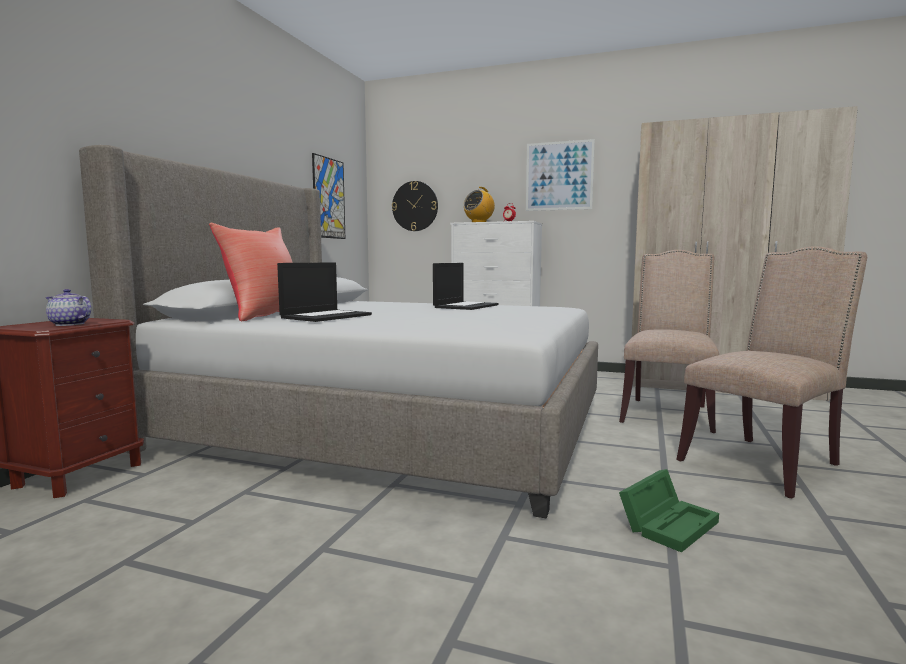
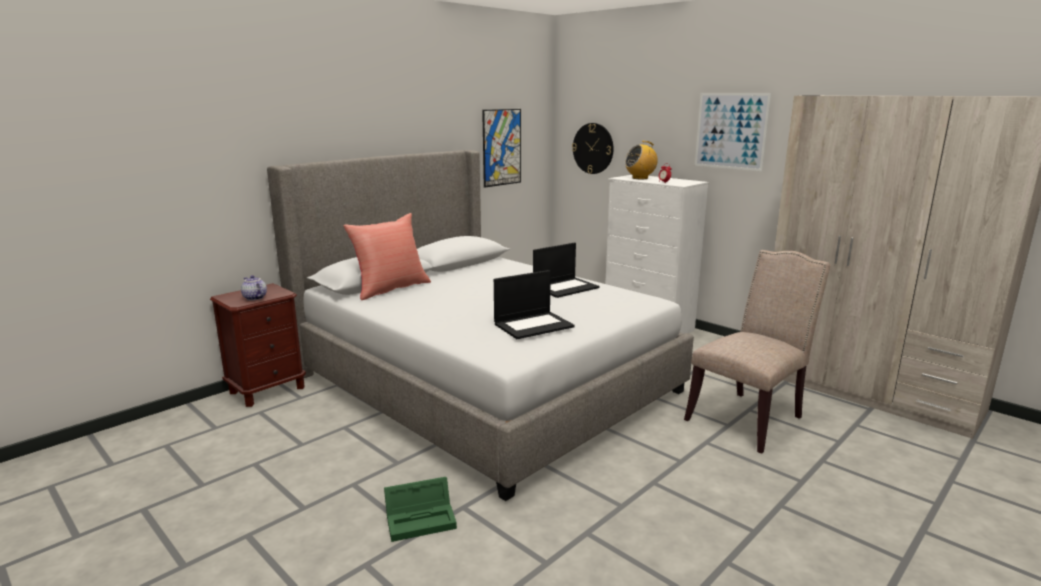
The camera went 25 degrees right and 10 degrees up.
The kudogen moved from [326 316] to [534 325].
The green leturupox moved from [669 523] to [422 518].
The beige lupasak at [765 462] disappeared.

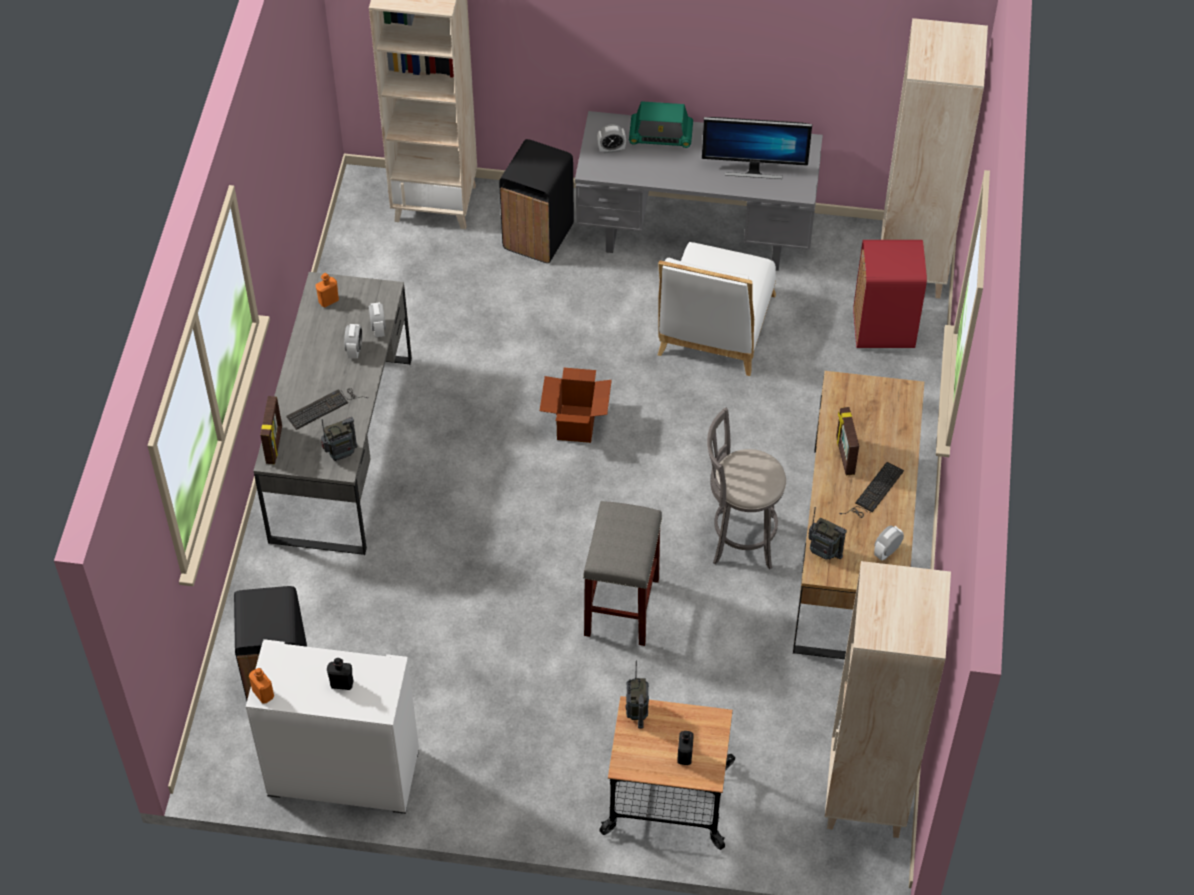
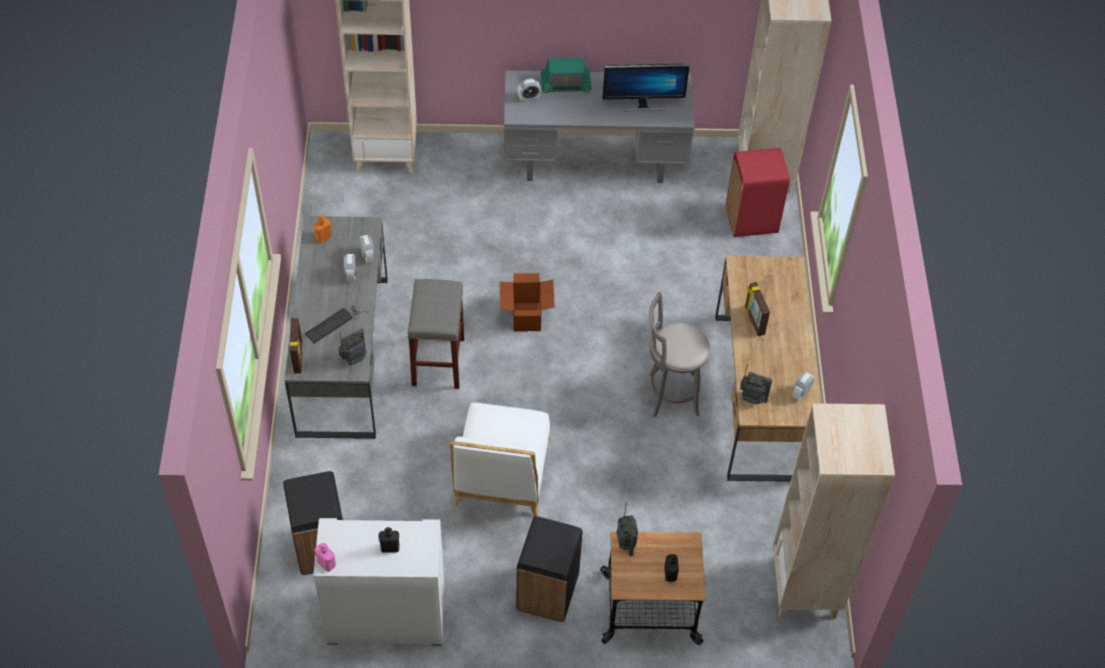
The camera went 10 degrees left and 0 degrees up.
The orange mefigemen at [263 694] became the pink mefigemen at [326 563].
The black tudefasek moved from [537 237] to [547 593].
The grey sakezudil moved from [622 608] to [438 362].
The white lupasak moved from [714 331] to [501 478].
The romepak at [874 492] disappeared.

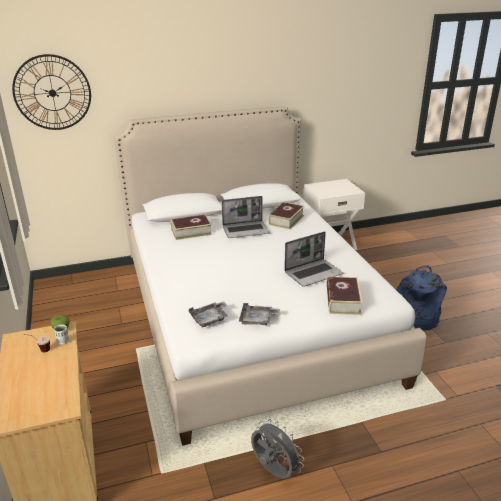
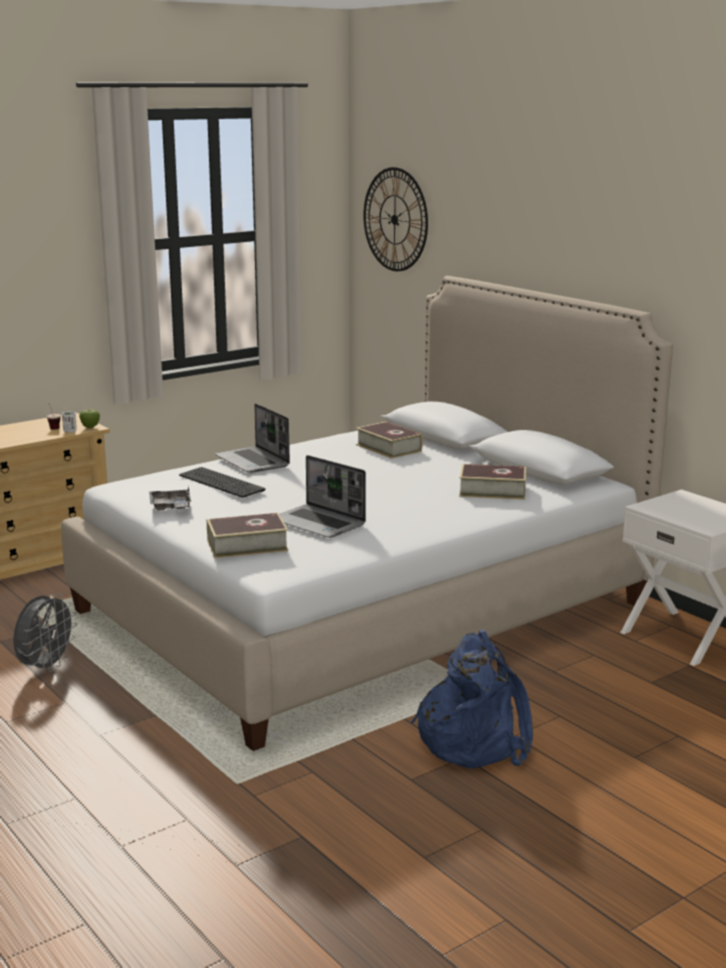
The camera went 70 degrees right and 10 degrees down.
The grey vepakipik at [210 319] disappeared.
The kudogen moved from [246 230] to [253 461].
The romepak at [223 482] appeared.

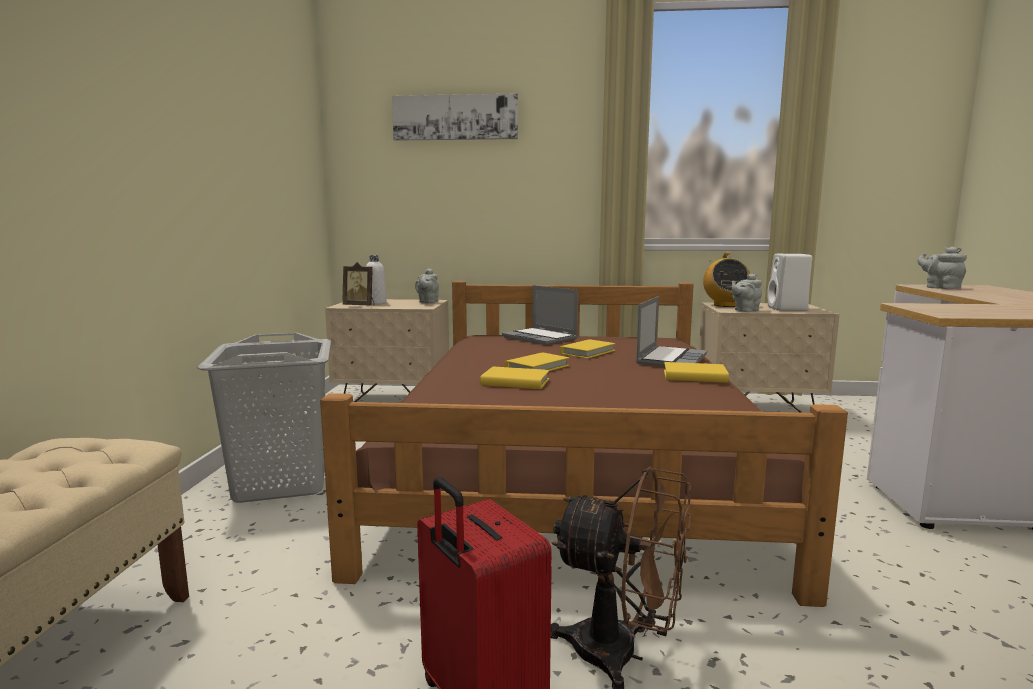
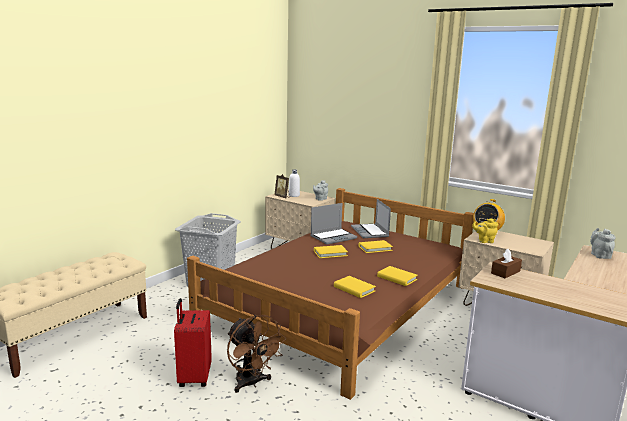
The camera went 30 degrees right and 5 degrees up.
The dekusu at [455 117] disappeared.
The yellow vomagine moved from [515 382] to [354 289].
The kudogen moved from [671 359] to [333 237].
The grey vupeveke at [745 310] became the yellow vupeveke at [484 241].
The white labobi at [788 309] disappeared.
The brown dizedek at [505 272] appeared.

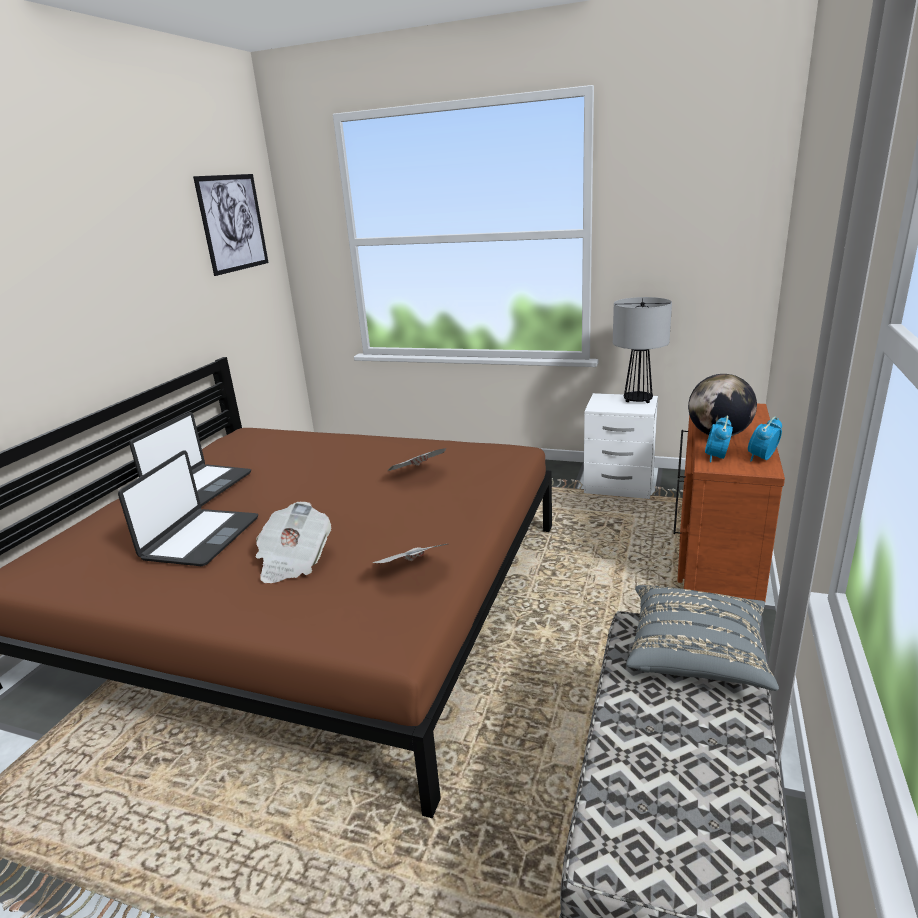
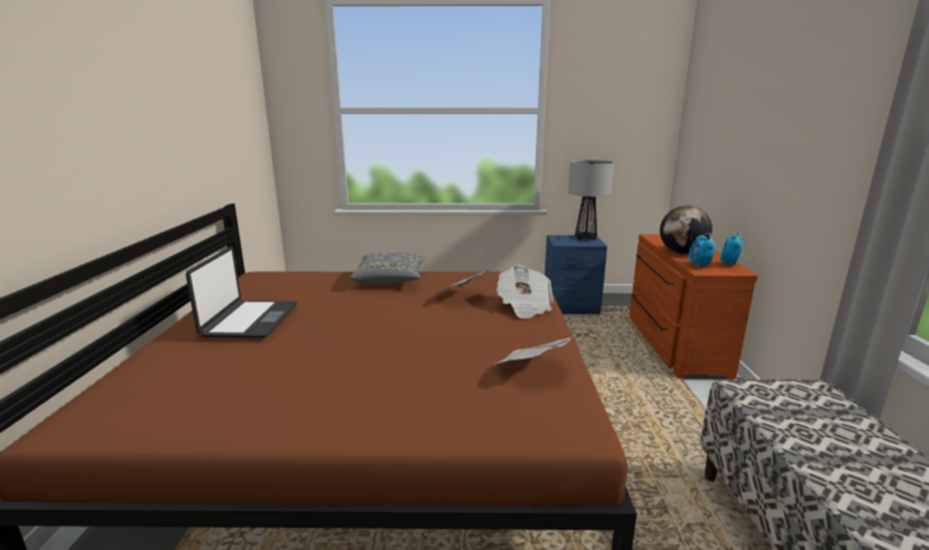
The camera went 20 degrees left and 5 degrees down.
The kudogen at [200 538] disappeared.
The dekusu at [233 223] disappeared.
The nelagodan moved from [293 561] to [524 306].
The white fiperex at [620 486] became the blue fiperex at [572 307].
The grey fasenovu moved from [696 654] to [390 280].

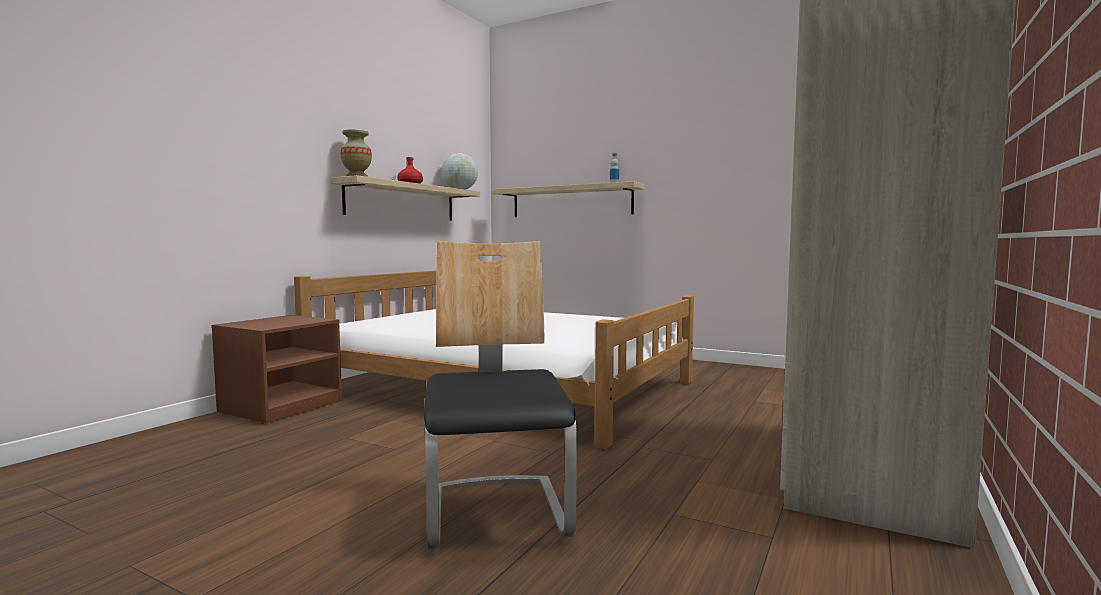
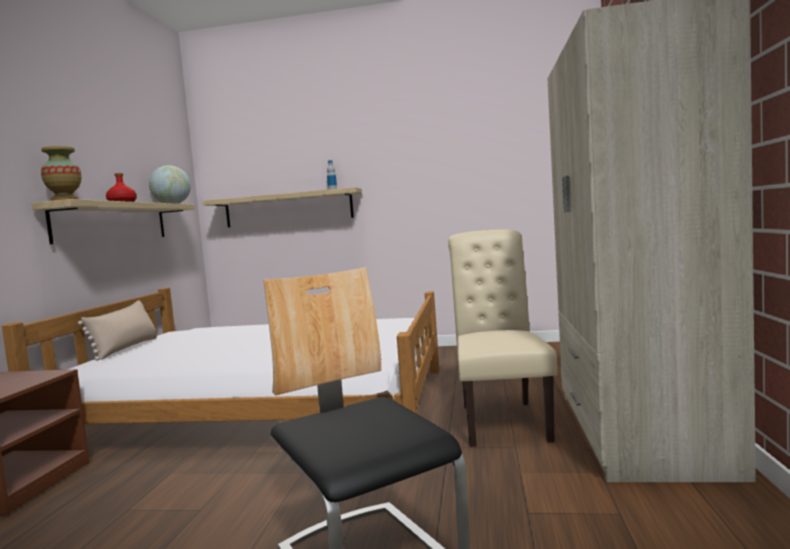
The camera went 20 degrees left and 0 degrees up.
The beige fasenovu at [125 348] appeared.
The beige lupasak at [501 419] appeared.

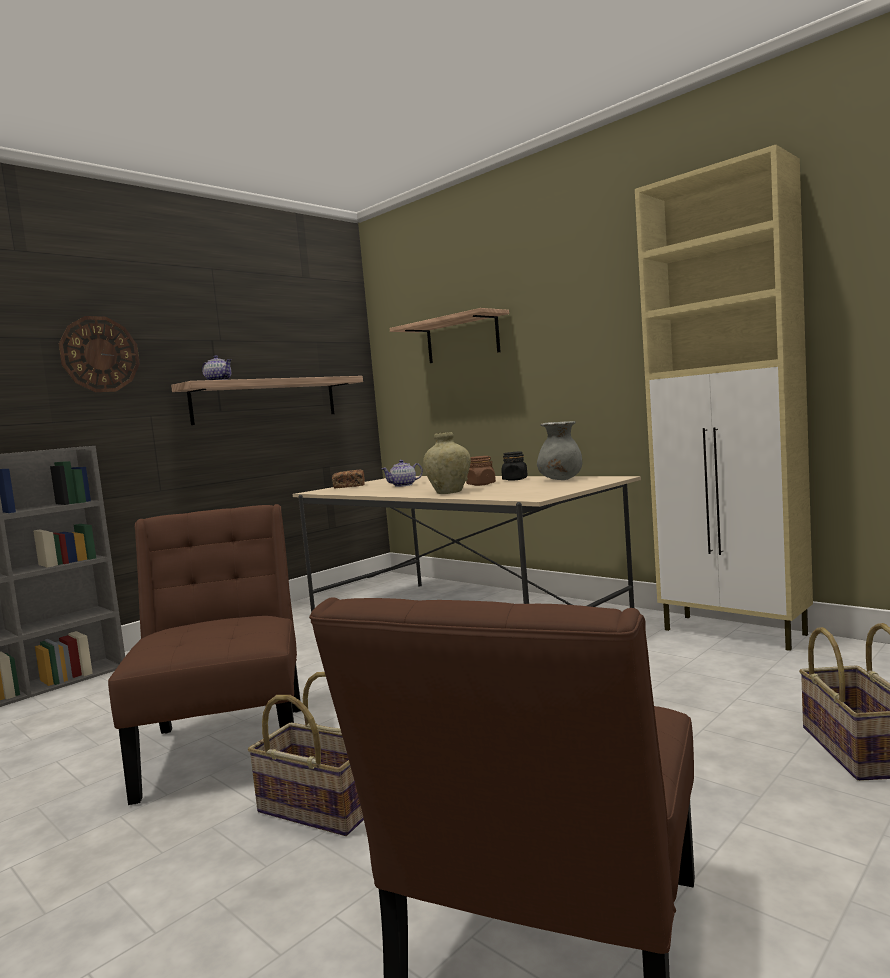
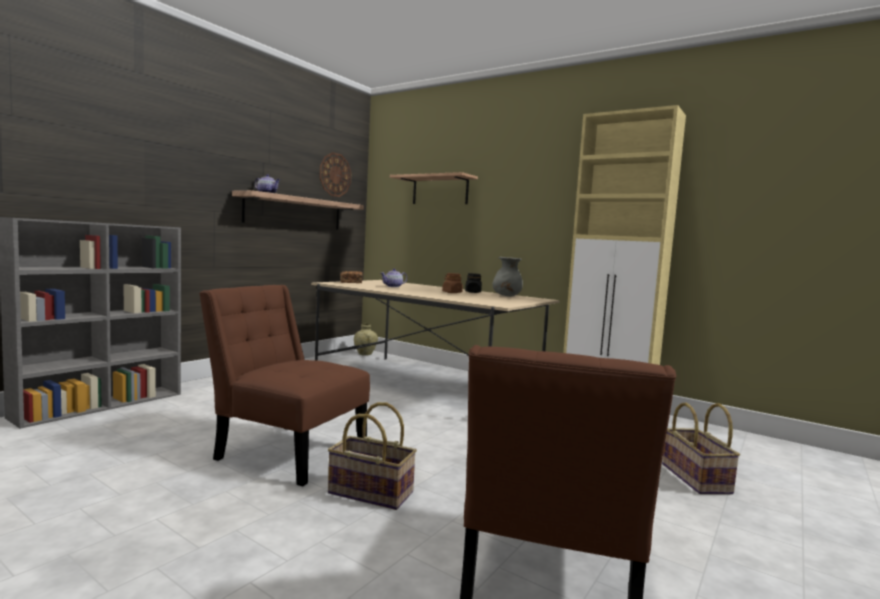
The camera went 10 degrees left and 0 degrees up.
The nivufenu moved from [100 354] to [335 174].
The brown lupasak at [228 745] turned 45 degrees counterclockwise.
The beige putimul moved from [449 492] to [365 354].

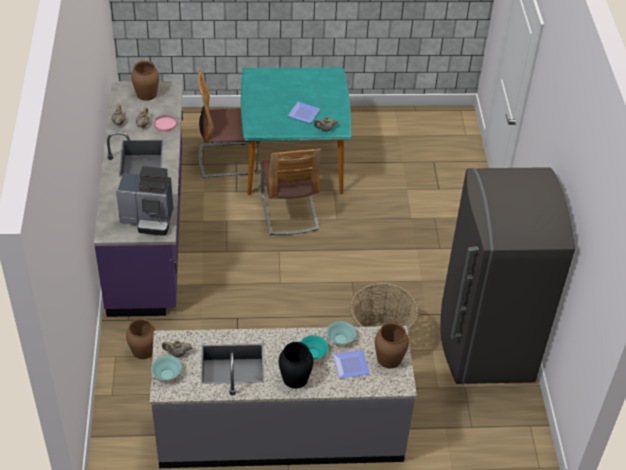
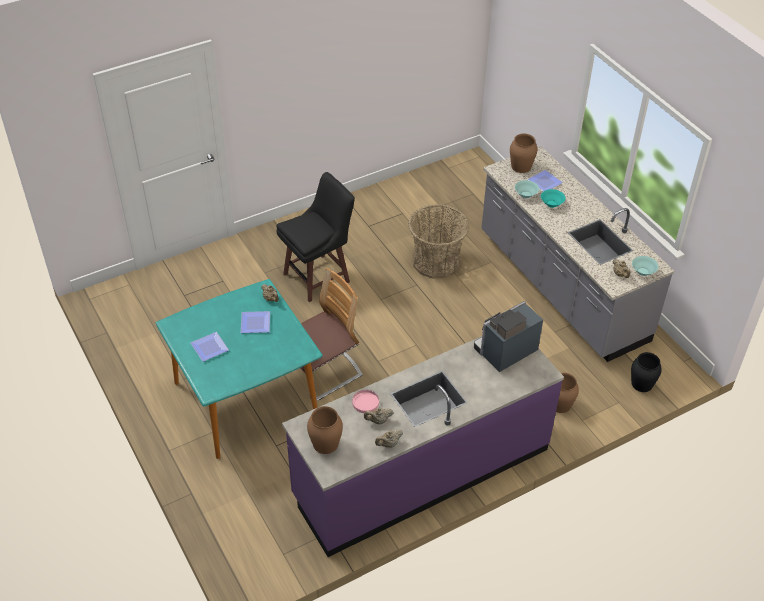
The camera went 115 degrees left and 0 degrees up.
The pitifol at [148 219] turned 105 degrees counterclockwise.
The lupasak at [228 160] disappeared.
The black putimul moved from [295 378] to [642 384].
The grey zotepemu at [485 344] disappeared.
The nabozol at [211 348] appeared.
The black sakezudil at [318 277] appeared.

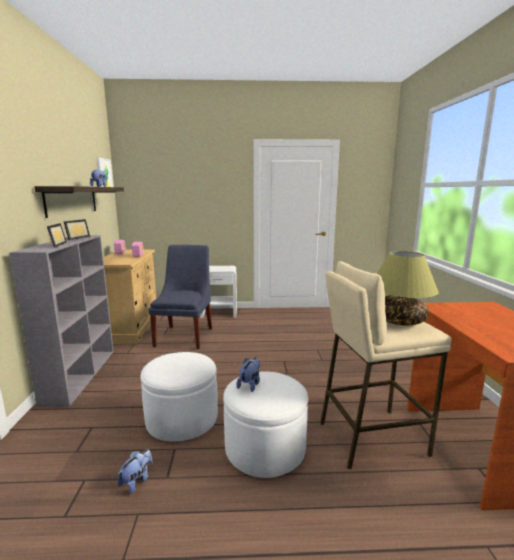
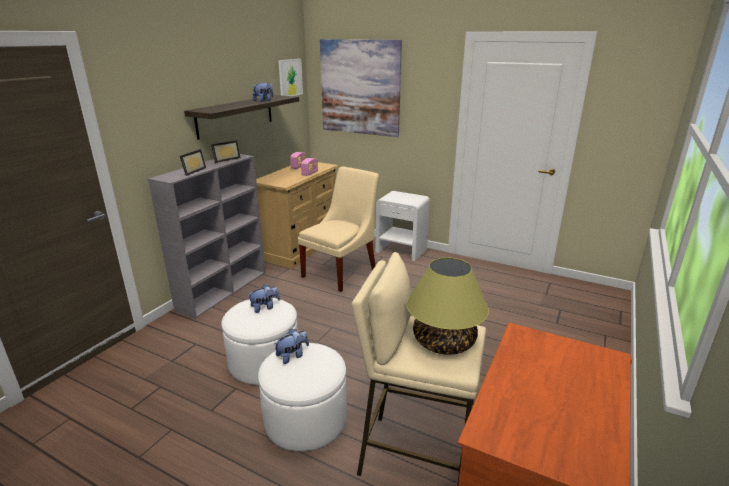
The camera went 30 degrees right and 10 degrees up.
The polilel moved from [137 481] to [265 307].
The blue lupasak at [185 335] became the beige lupasak at [341 271].
The dekusu at [360 87] appeared.

